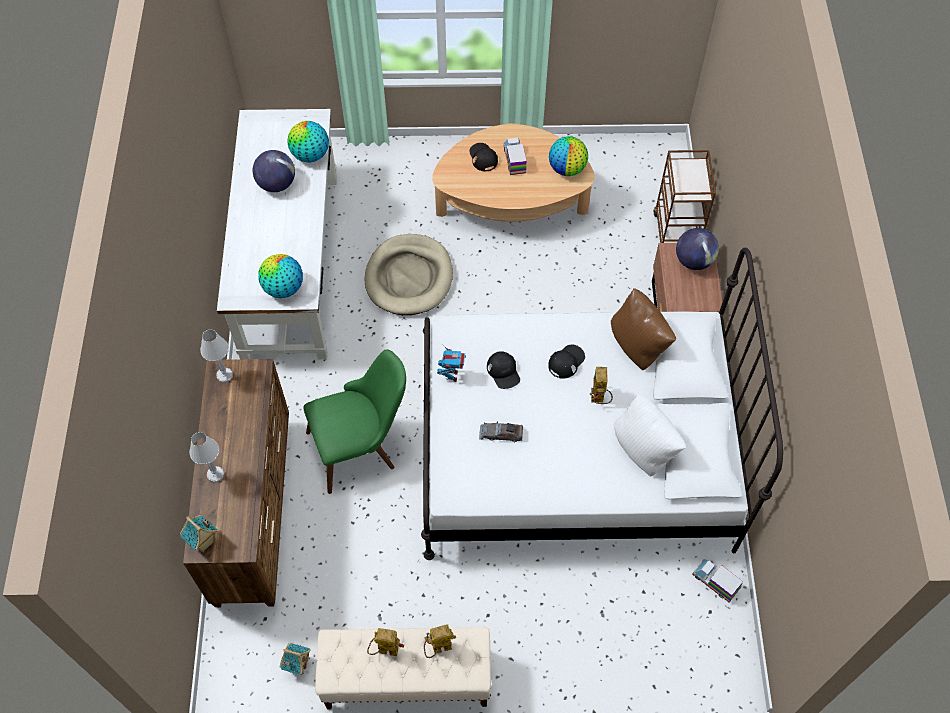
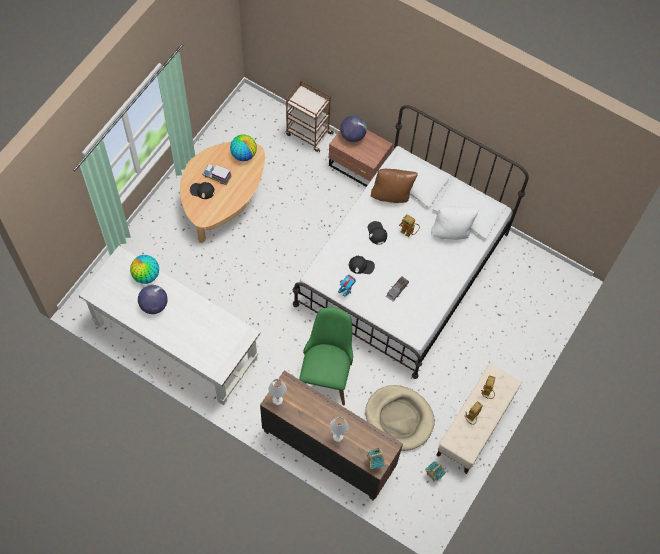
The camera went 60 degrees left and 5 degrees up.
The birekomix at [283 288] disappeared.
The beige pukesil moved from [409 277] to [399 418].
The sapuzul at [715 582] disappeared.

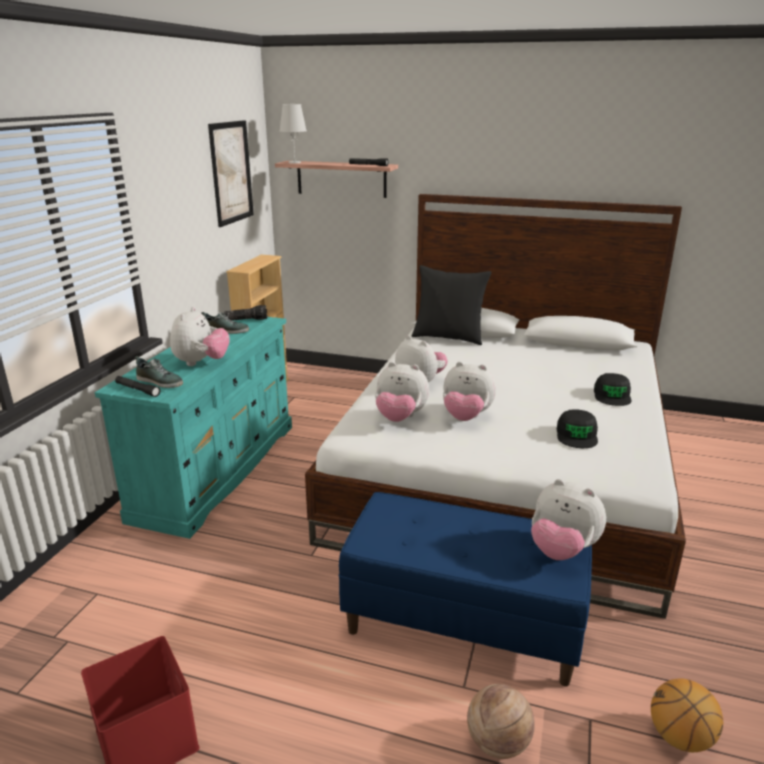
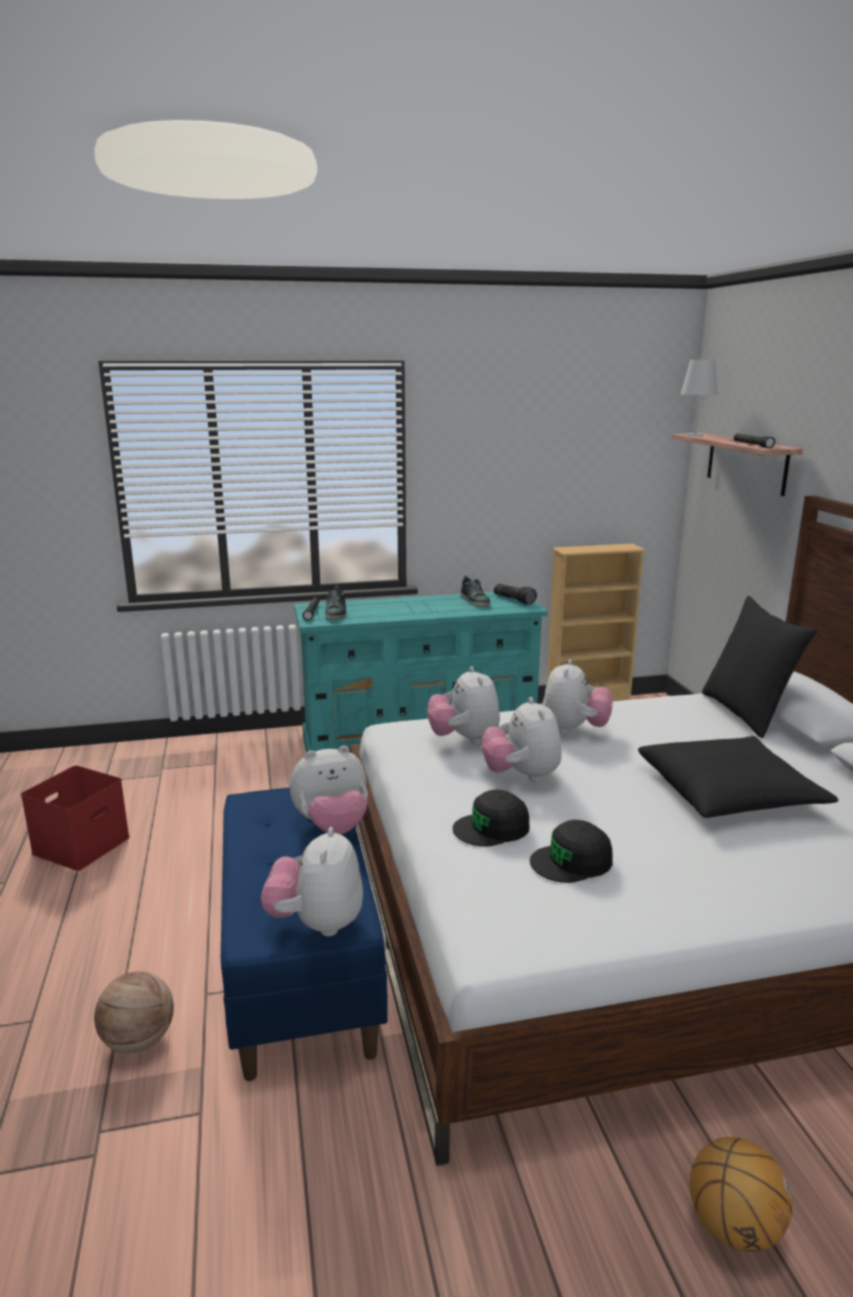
The camera went 60 degrees right and 5 degrees down.
The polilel moved from [201 362] to [332 827].
The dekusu at [231 172] disappeared.
The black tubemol moved from [612 395] to [492 828].
The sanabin moved from [679 737] to [733 1226].
The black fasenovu at [729 792] appeared.

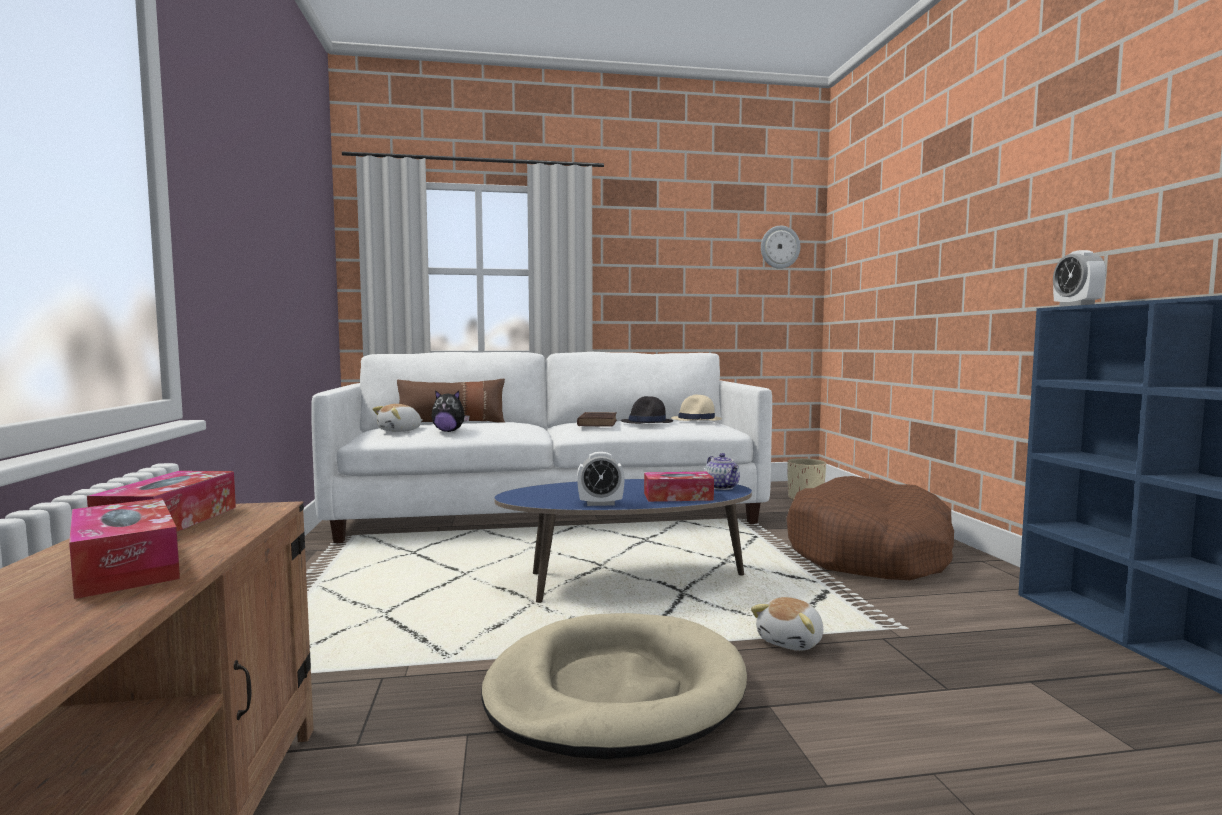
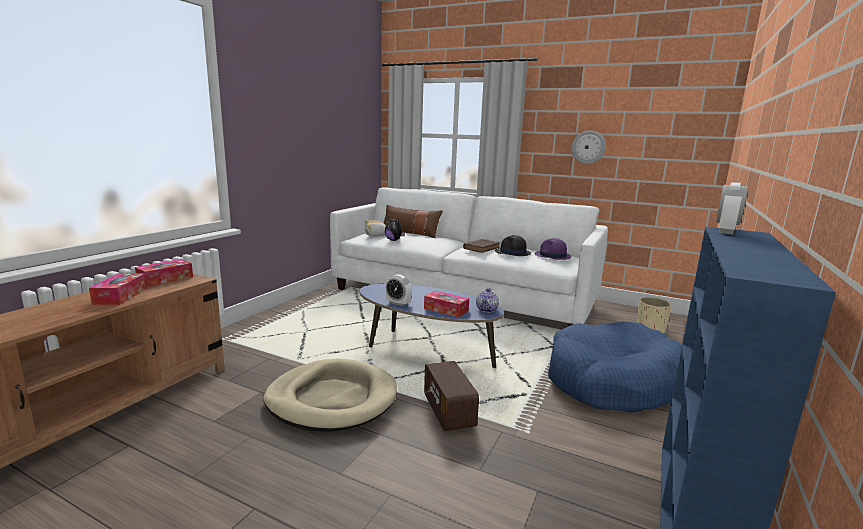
The camera went 35 degrees right and 10 degrees up.
The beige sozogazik at [696 420] became the purple sozogazik at [552 256].
The polilel at [791 641] was replaced by the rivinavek at [449 412].
The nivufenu moved from [779 247] to [588 147].
The brown pukesil at [869 552] became the blue pukesil at [612 382].

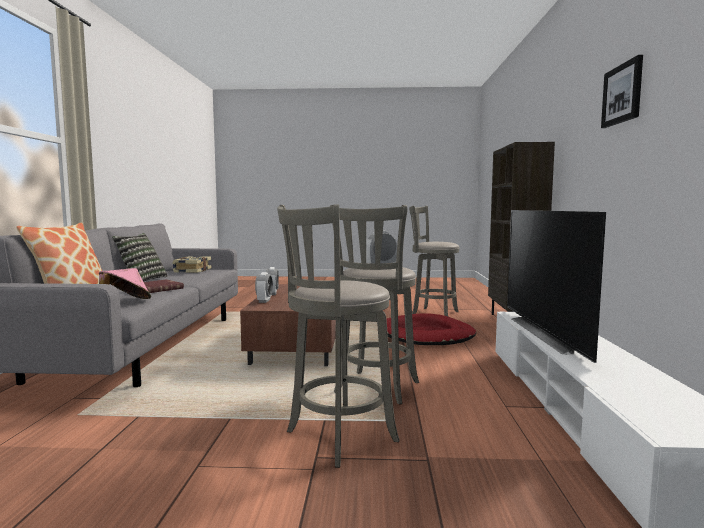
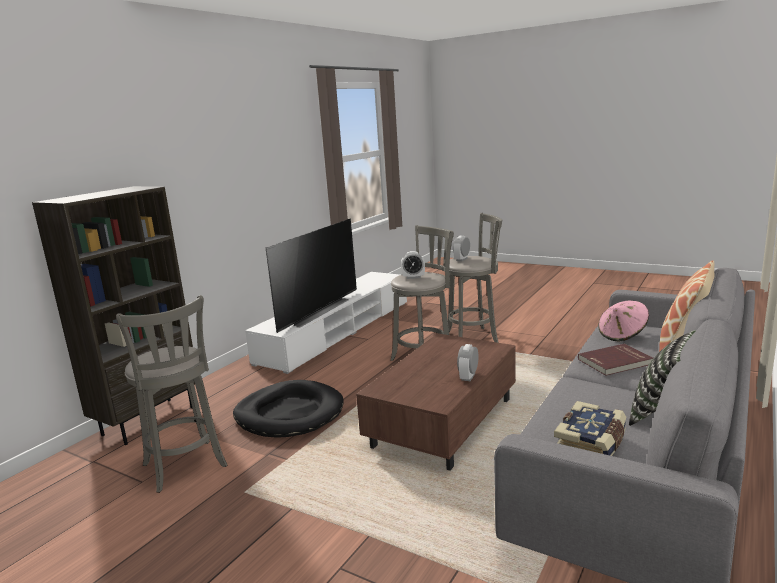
The camera went 150 degrees left and 10 degrees up.
The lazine moved from [264 301] to [462 259].
The red pukesil at [427 335] became the black pukesil at [289 413].
The dekusu at [622 94] disappeared.

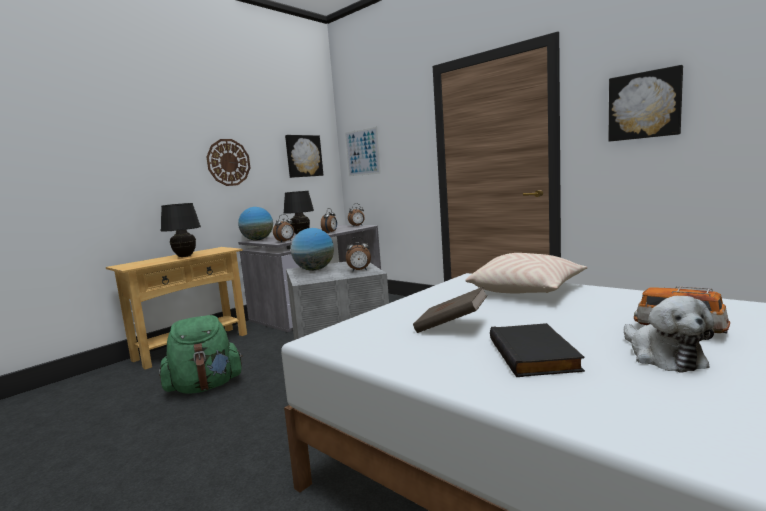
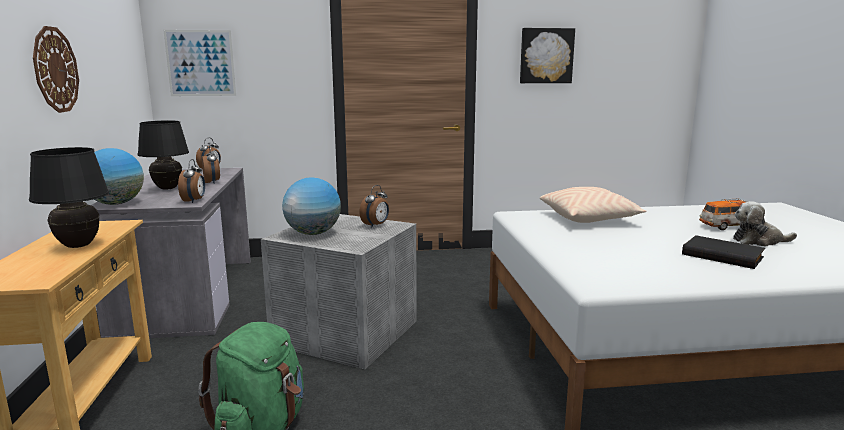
The camera went 50 degrees left and 5 degrees up.
The dekusu at [303 156] disappeared.
The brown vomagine at [451 327] disappeared.
The polilel at [663 356] turned 150 degrees clockwise.

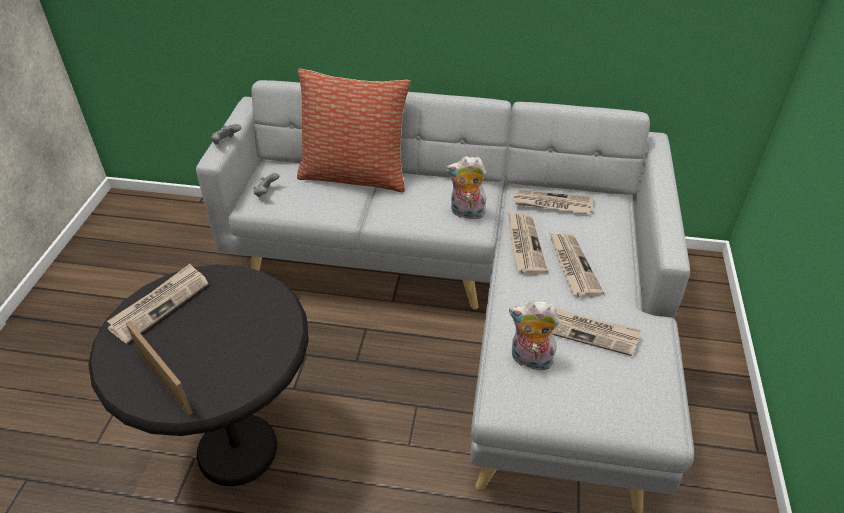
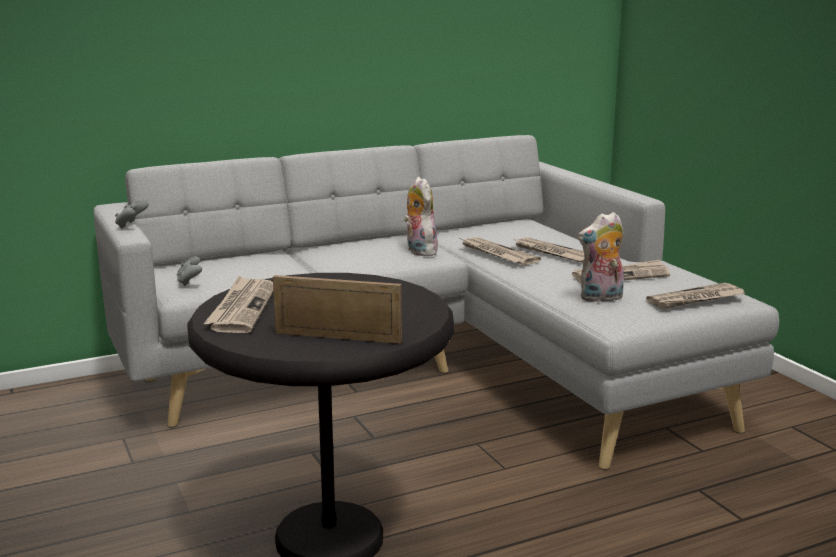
The camera went 35 degrees left and 25 degrees down.
The fasenovu at [355 175] disappeared.
The polilel at [466 213] turned 90 degrees clockwise.
The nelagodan moved from [552 204] to [695 299].

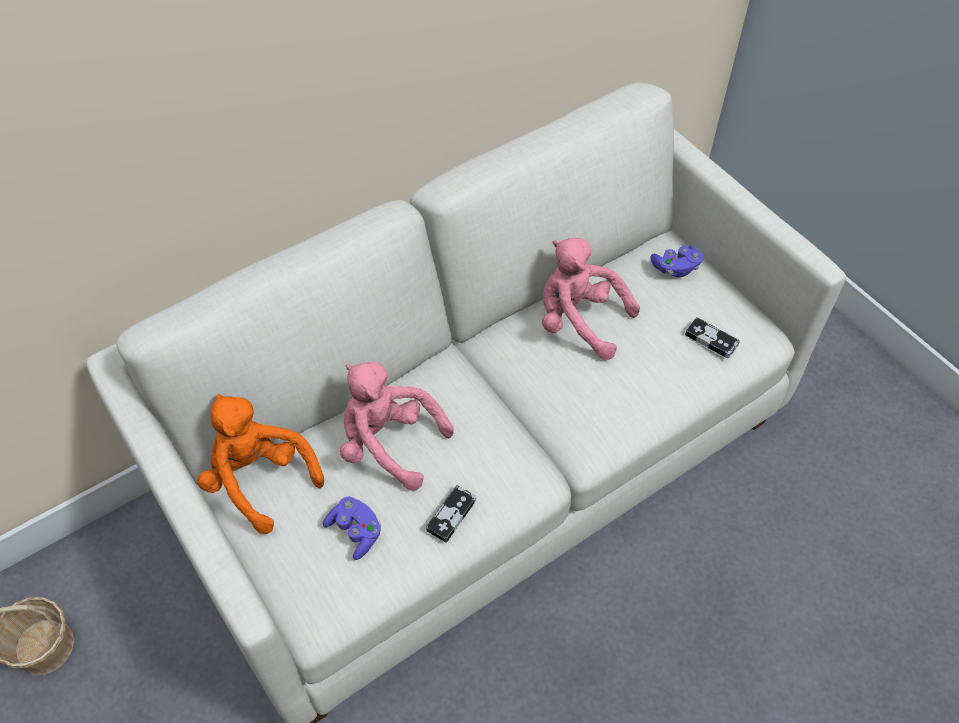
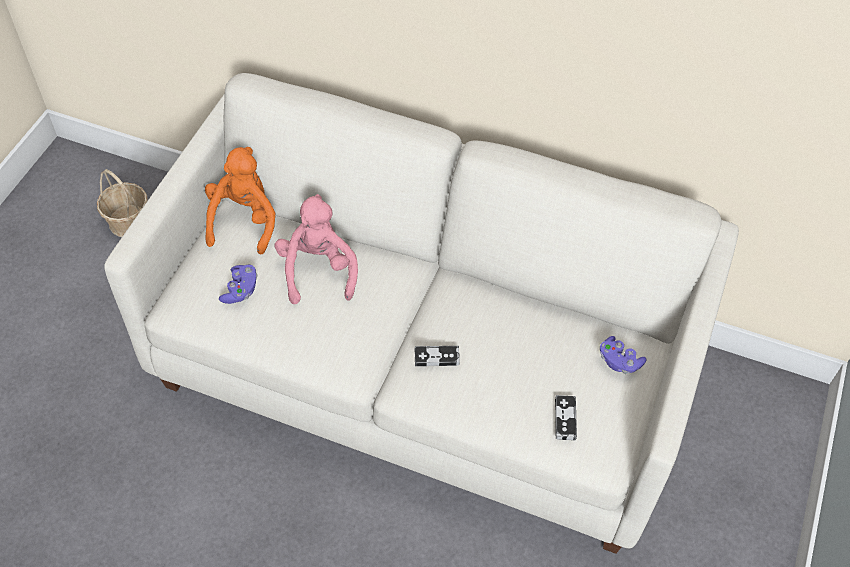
The camera went 55 degrees right and 0 degrees up.
The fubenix moved from [451 515] to [436 357].
The pink polilel at [579 321] disappeared.

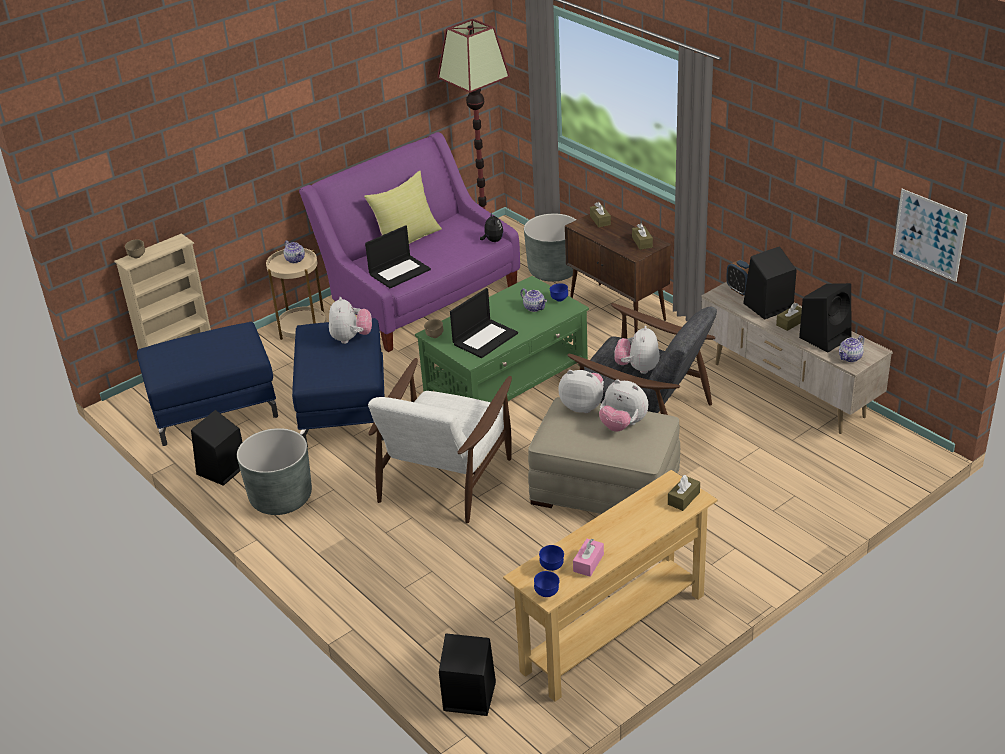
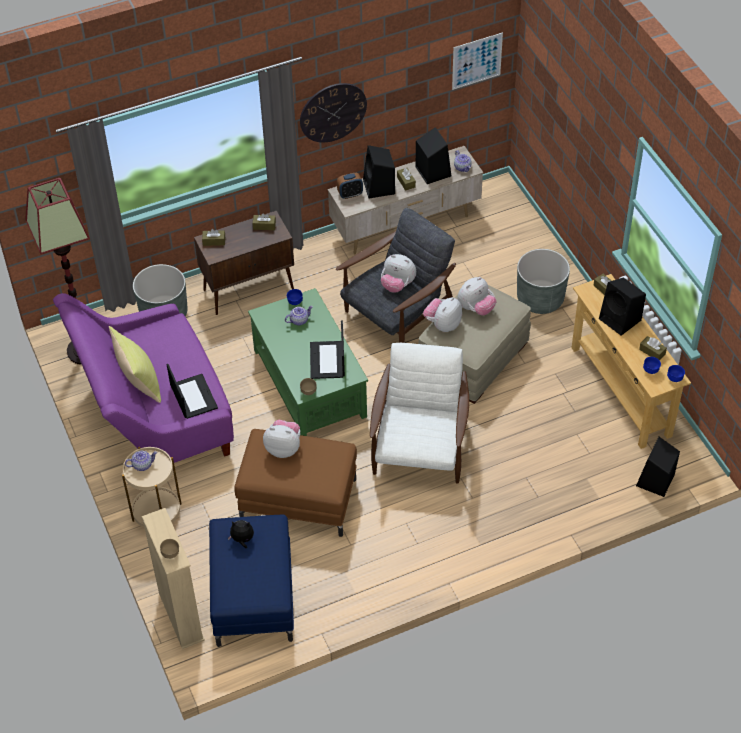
The camera went 75 degrees left and 15 degrees up.
The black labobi moved from [221 470] to [621 320].
The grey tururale moved from [281 498] to [540 299].
The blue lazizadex at [343 408] became the brown lazizadex at [298 500].
The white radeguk at [445 476] turned 120 degrees counterclockwise.
The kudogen at [485 338] turned 150 degrees counterclockwise.
The polilel moved from [493 241] to [242 540].
The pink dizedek at [588 563] became the brown dizedek at [652 351].
The nivufenu at [333 112] appeared.

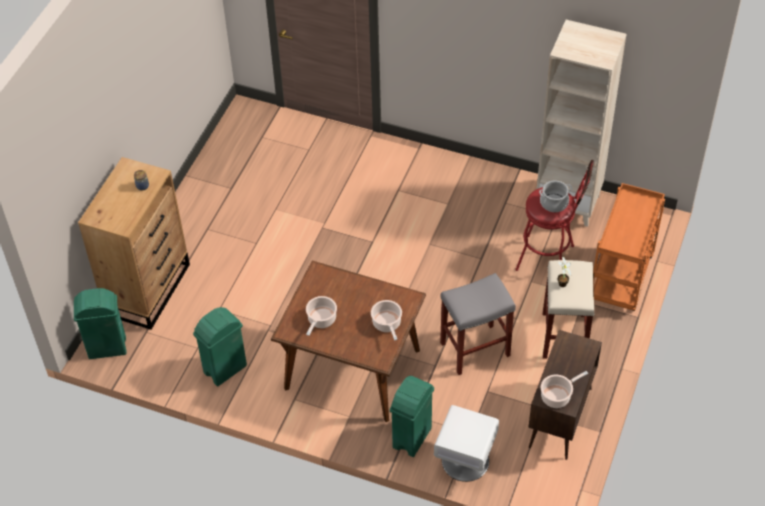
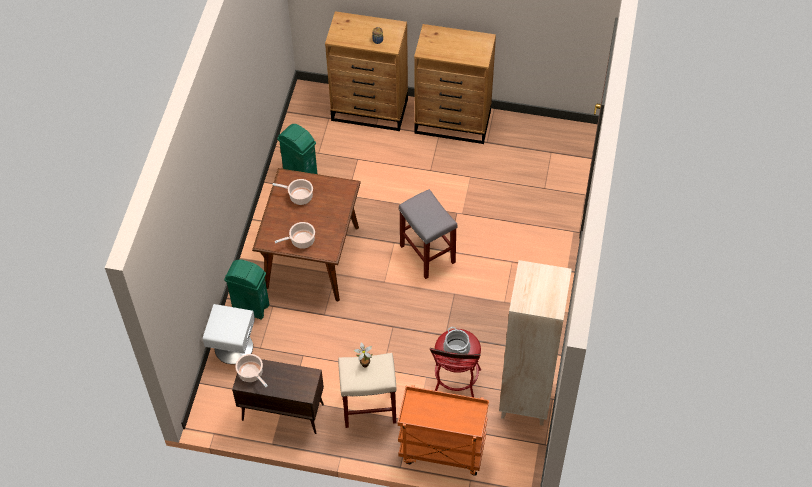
The camera went 80 degrees right and 5 degrees up.
The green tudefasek at [107 348] disappeared.
The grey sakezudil moved from [475 348] to [428 254].
The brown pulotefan at [453 123] appeared.

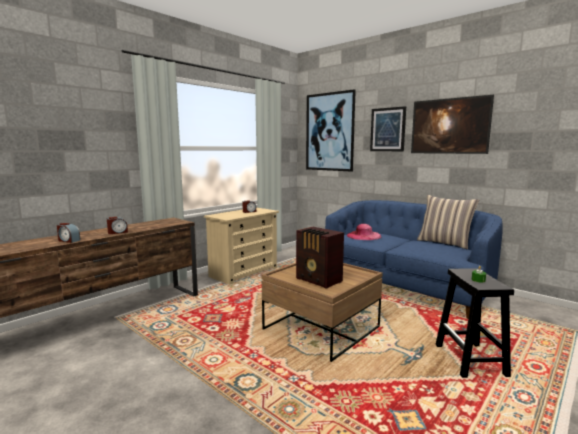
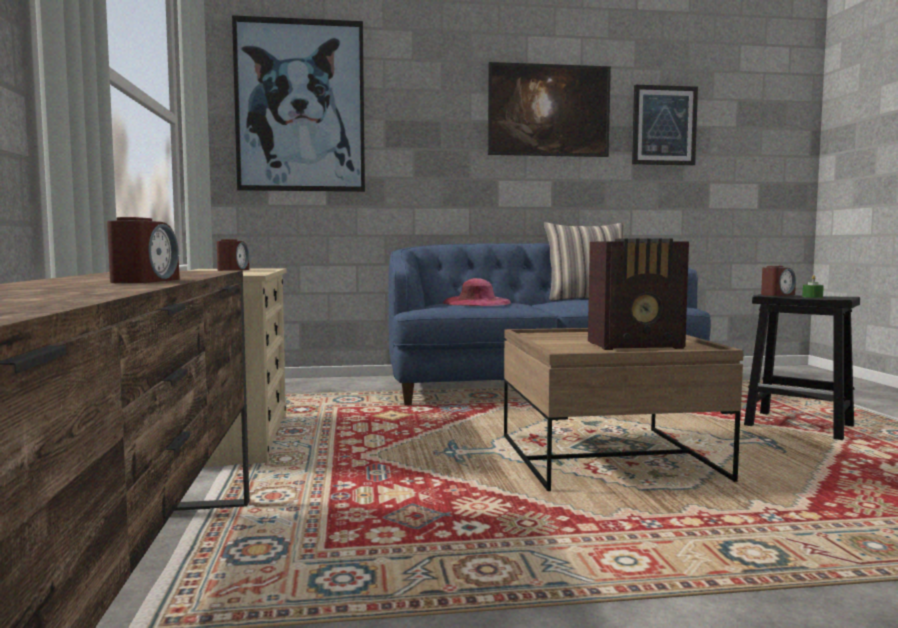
The camera went 50 degrees left and 5 degrees down.
The lazine moved from [68 240] to [777 294].
The dekusu moved from [387 129] to [664 125].

